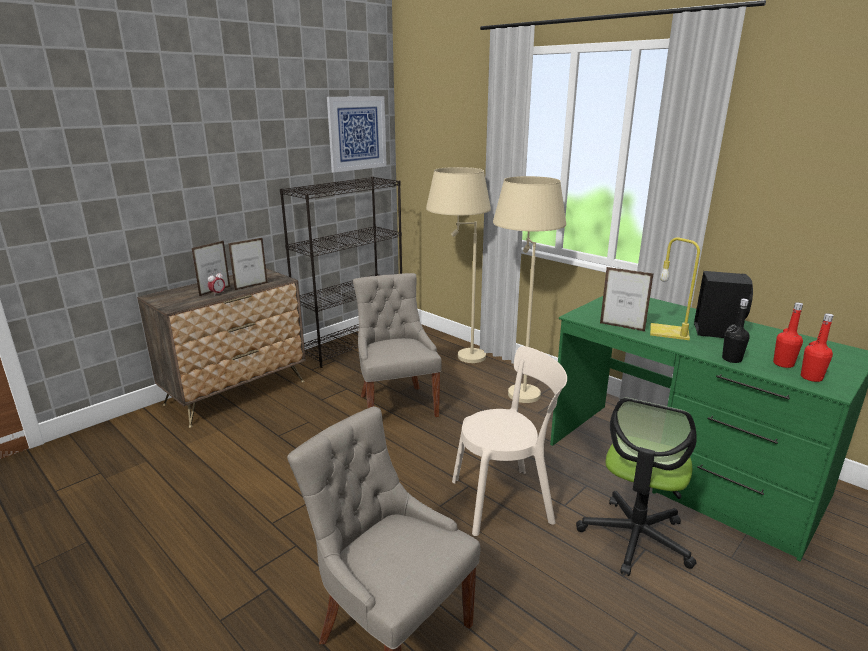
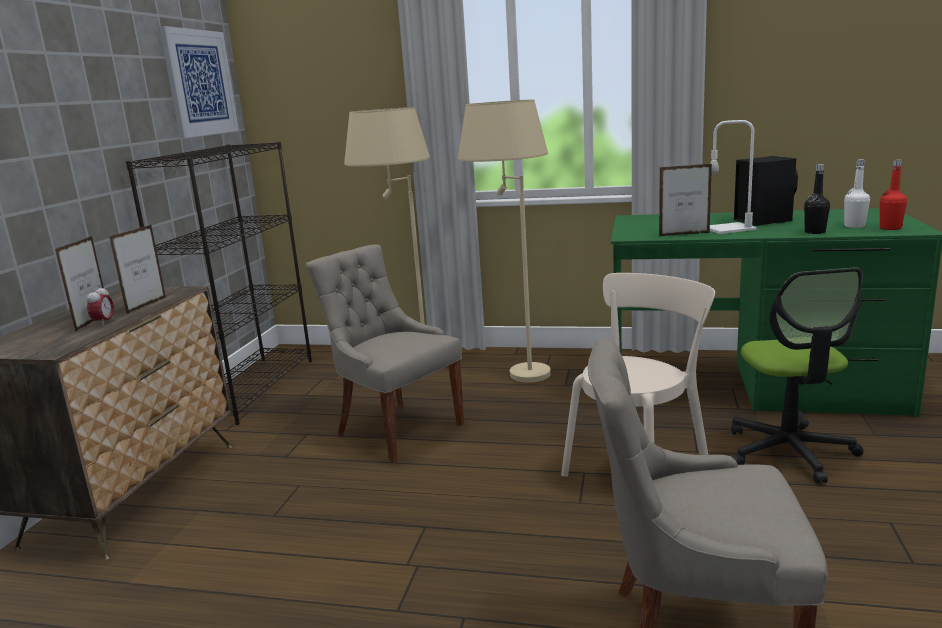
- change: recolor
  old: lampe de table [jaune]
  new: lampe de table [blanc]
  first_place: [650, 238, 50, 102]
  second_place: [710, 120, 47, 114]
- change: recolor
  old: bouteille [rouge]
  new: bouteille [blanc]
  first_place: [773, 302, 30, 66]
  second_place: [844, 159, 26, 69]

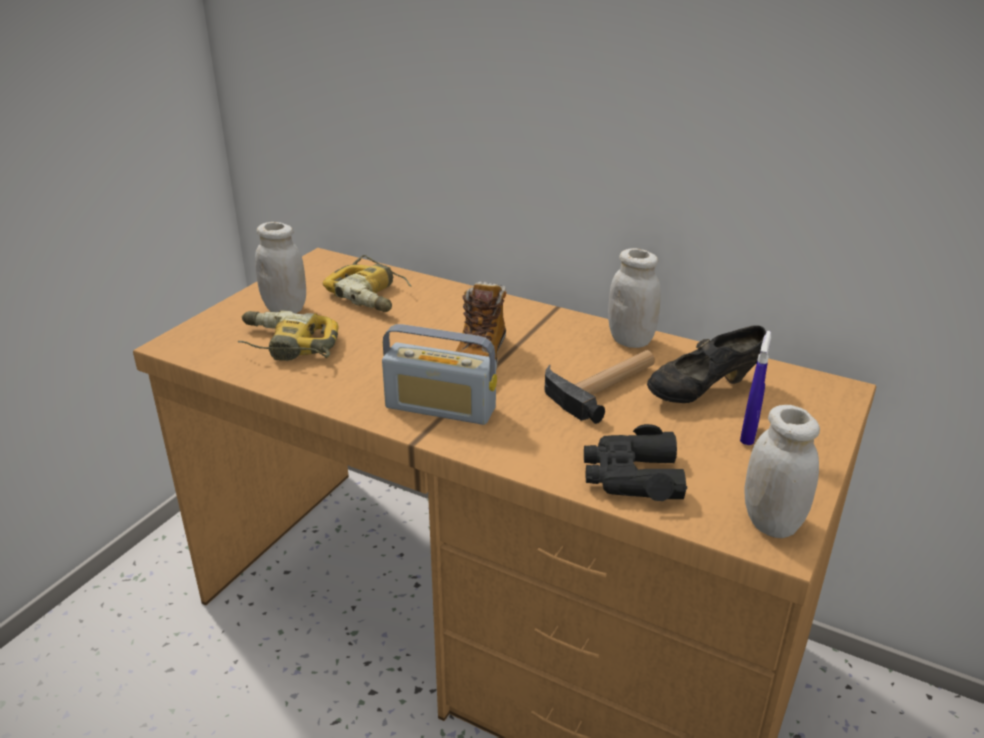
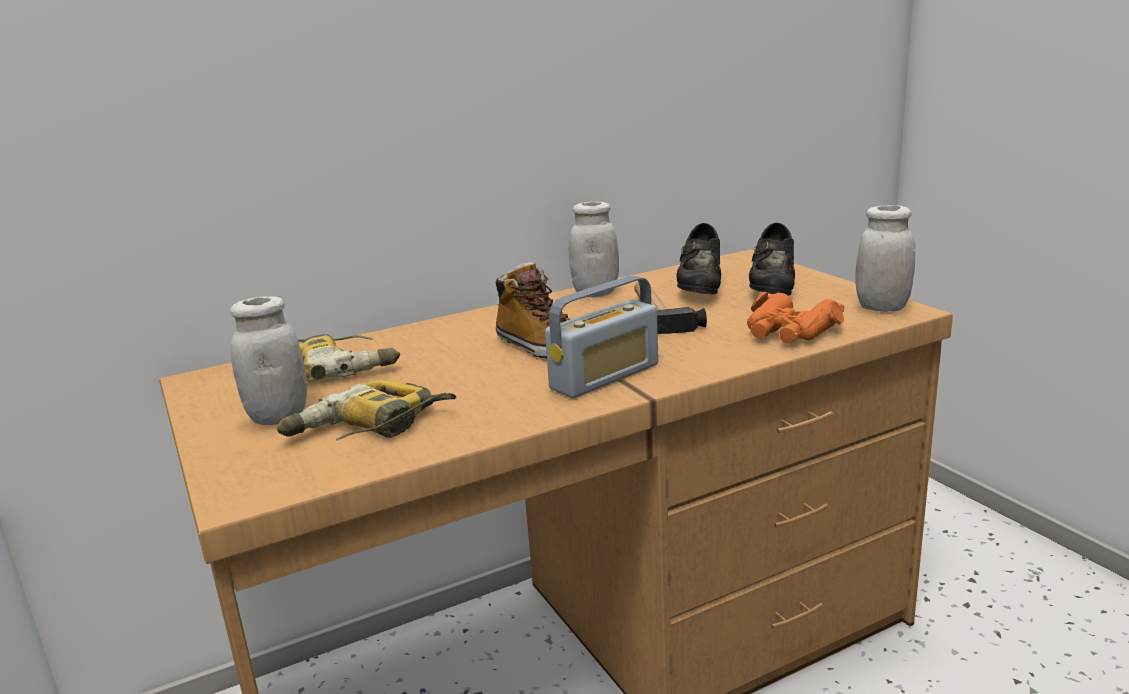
- change: replace
  old: vaporisateur [bleu]
  new: chaussure [noir]
  first_place: [740, 331, 31, 114]
  second_place: [749, 223, 46, 72]
- change: recolor
  old: jumelles [noir]
  new: jumelles [orange]
  first_place: [584, 424, 103, 77]
  second_place: [747, 292, 98, 51]

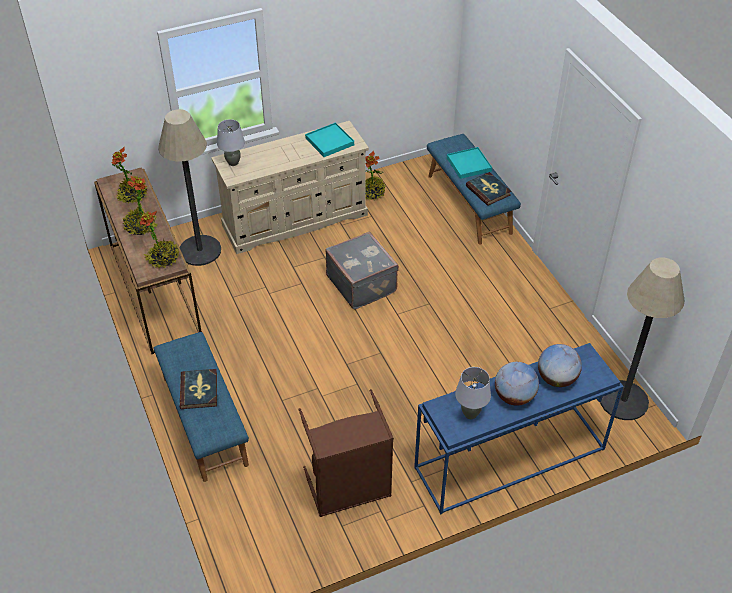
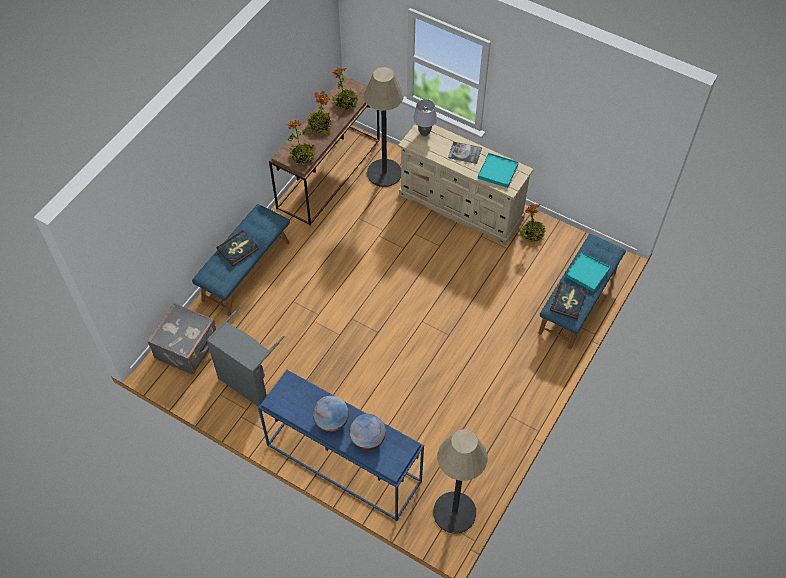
- change: delete
  old: lampe de table [gris]
  first_place: [455, 367, 36, 52]
- change: insert
  new: livre
  second_place: [448, 141, 34, 23]
- change: move
  old: valise [gris]
  first_place: [325, 232, 74, 78]
  second_place: [147, 303, 69, 71]
- change: recolor
  old: panier à linge [marron]
  new: panier à linge [gris]
  first_place: [298, 389, 96, 128]
  second_place: [206, 307, 79, 100]

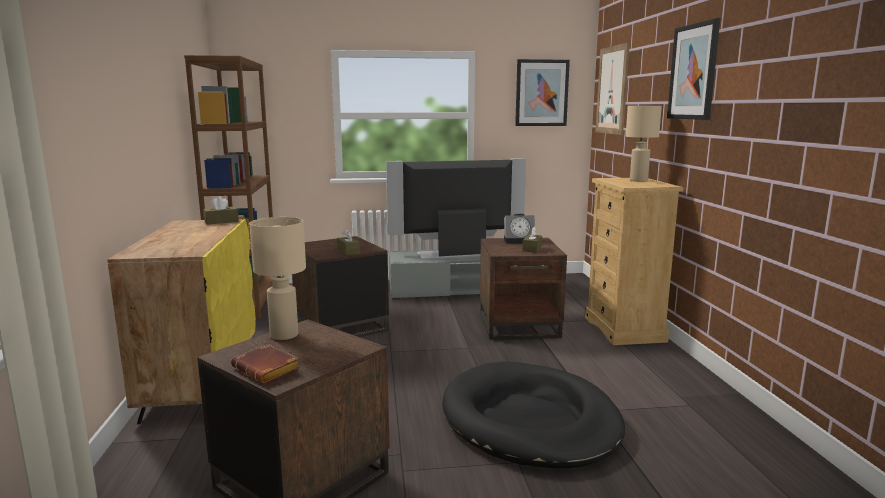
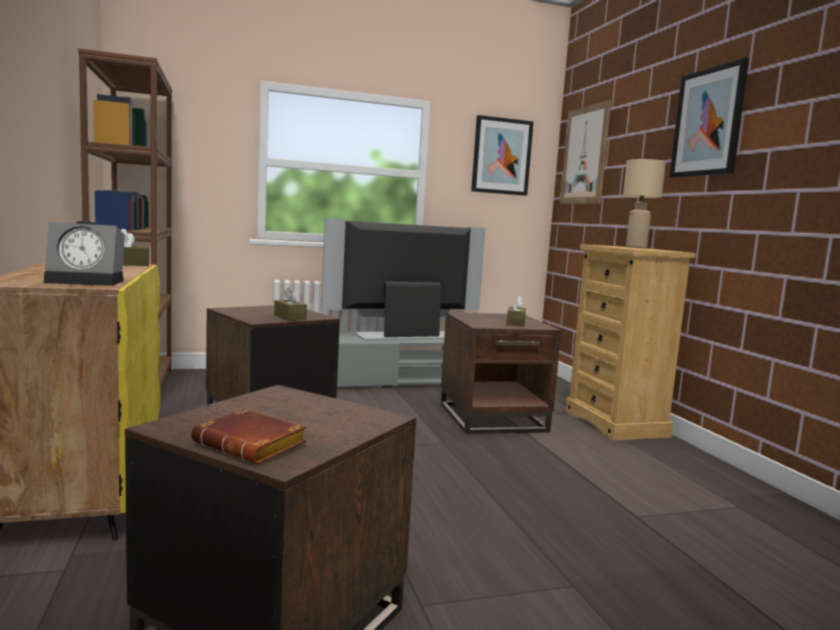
- change: delete
  old: lampe de table [beige]
  first_place: [249, 217, 57, 123]
- change: delete
  old: panier pour chien [noir]
  first_place: [442, 361, 183, 107]
- change: move
  old: réveil
  first_place: [504, 214, 31, 30]
  second_place: [44, 221, 81, 65]

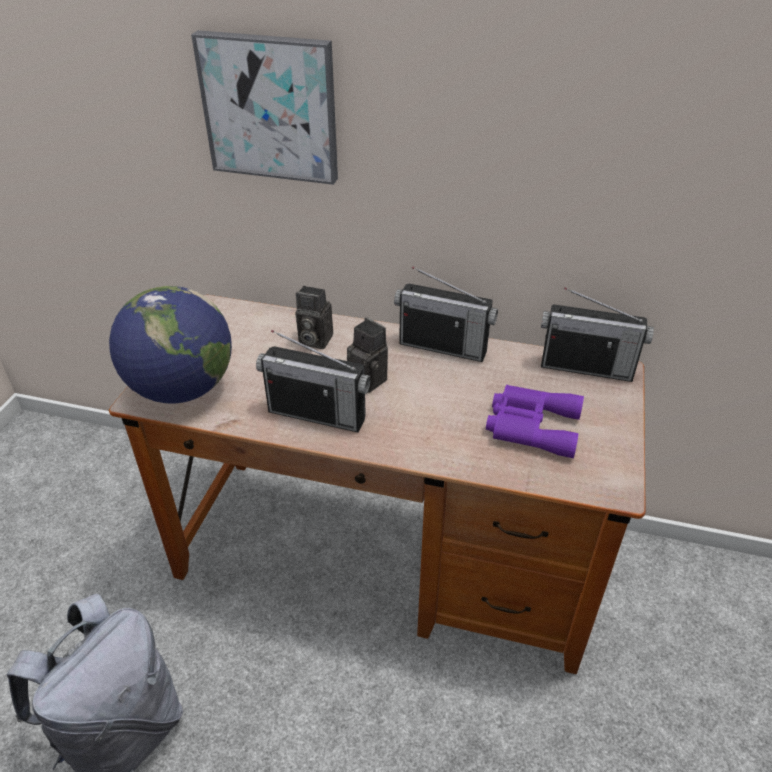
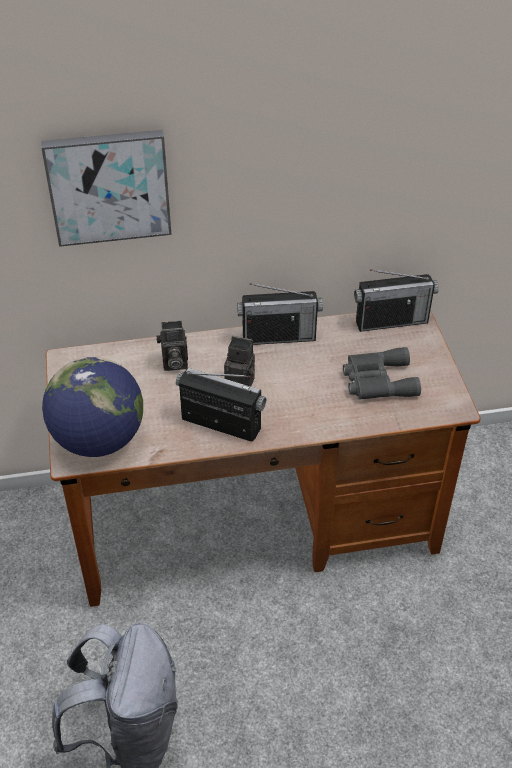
- change: recolor
  old: jumelles [violet]
  new: jumelles [gris]
  first_place: [486, 385, 98, 73]
  second_place: [343, 347, 78, 53]
- change: rotate
  old: radio
  first_place: [256, 330, 115, 103]
  second_place: [176, 367, 90, 75]
  degrees: -150

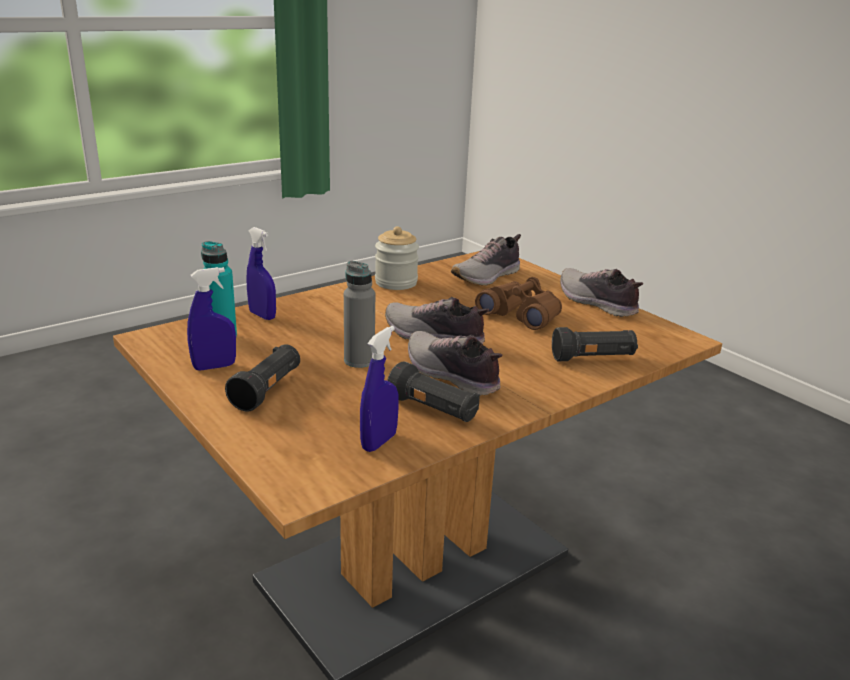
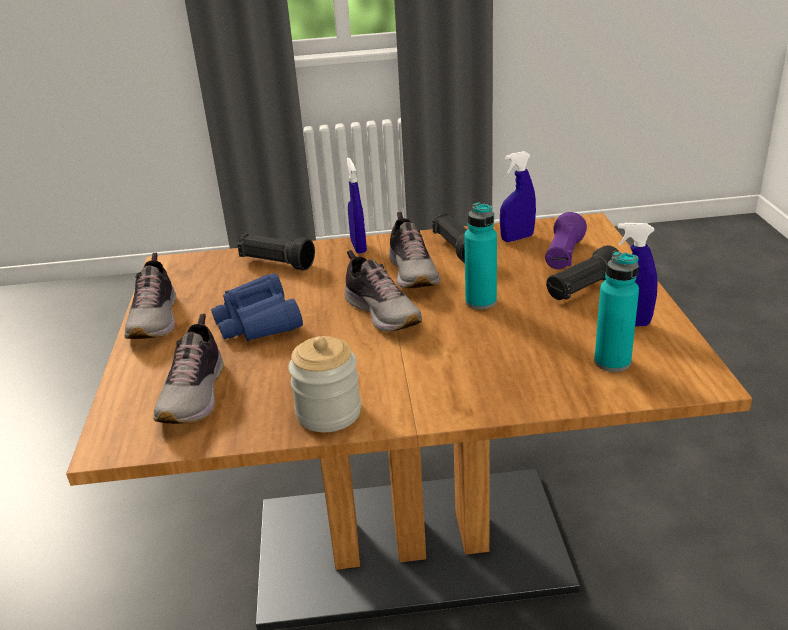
- change: insert
  new: lampe de poche [violet]
  second_place: [545, 212, 42, 57]
- change: move
  old: vaporisateur [bleu]
  first_place: [246, 227, 30, 93]
  second_place: [347, 158, 20, 96]
- change: recolor
  old: bouteille [gris]
  new: bouteille [turquoise]
  first_place: [344, 261, 31, 107]
  second_place: [464, 202, 33, 108]
- change: recolor
  old: jumelles [marron]
  new: jumelles [bleu]
  first_place: [475, 277, 87, 53]
  second_place: [211, 273, 92, 68]
- change: rotate
  old: chaussure
  first_place: [451, 234, 70, 52]
  second_place: [153, 314, 71, 110]
  degrees: 105

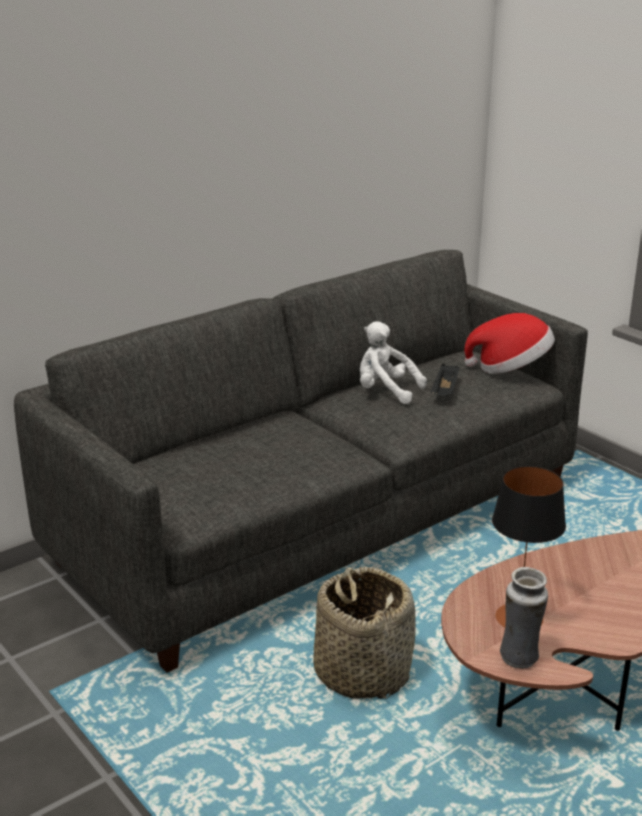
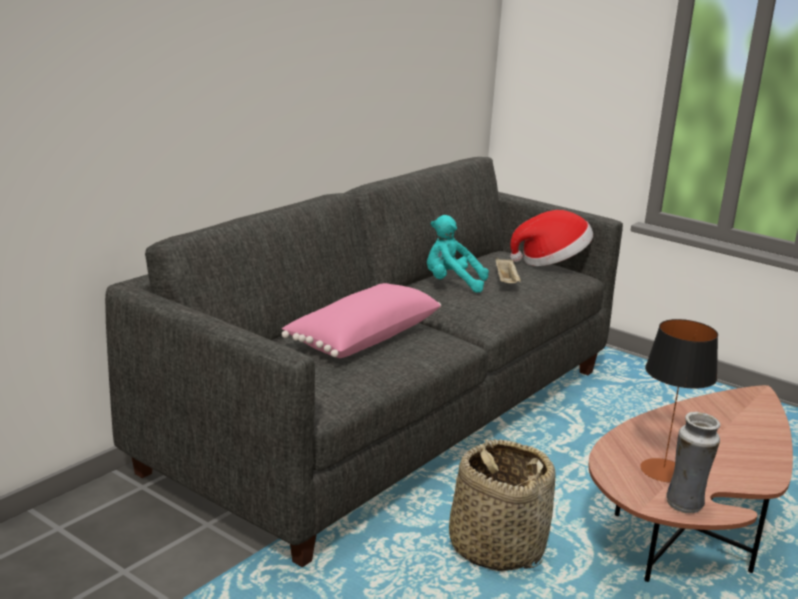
- change: insert
  new: coussin [rose]
  second_place: [282, 283, 159, 75]
- change: recolor
  old: peluche [blanc]
  new: peluche [turquoise]
  first_place: [360, 321, 67, 83]
  second_place: [427, 215, 62, 78]
- change: recolor
  old: plateau [noir]
  new: plateau [beige]
  first_place: [430, 364, 30, 32]
  second_place: [496, 257, 25, 26]

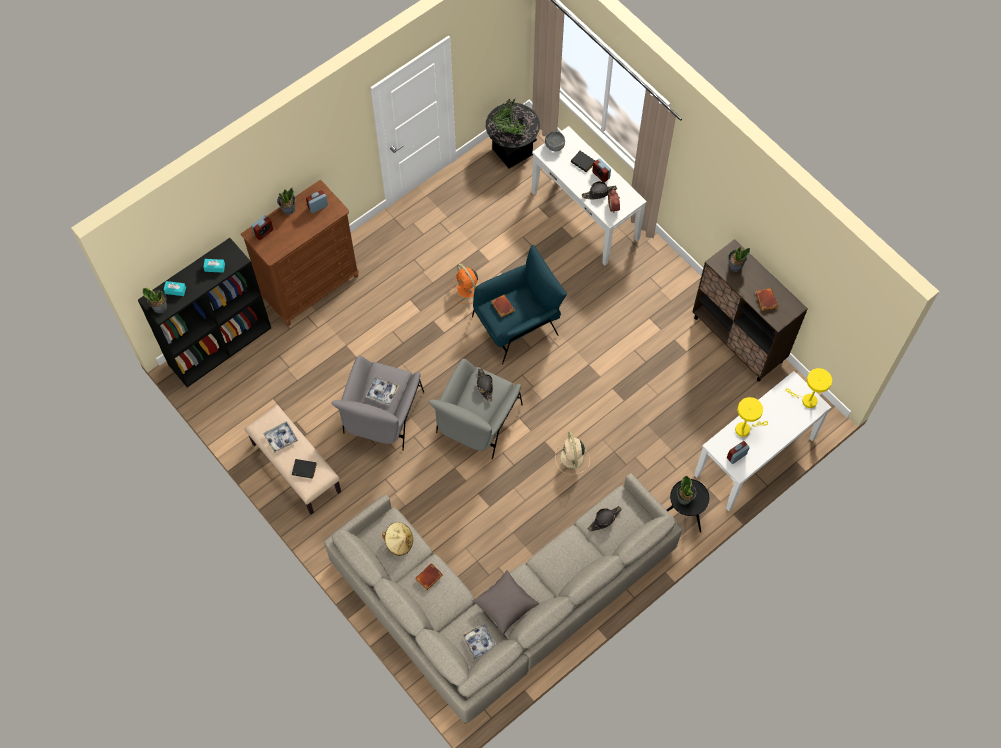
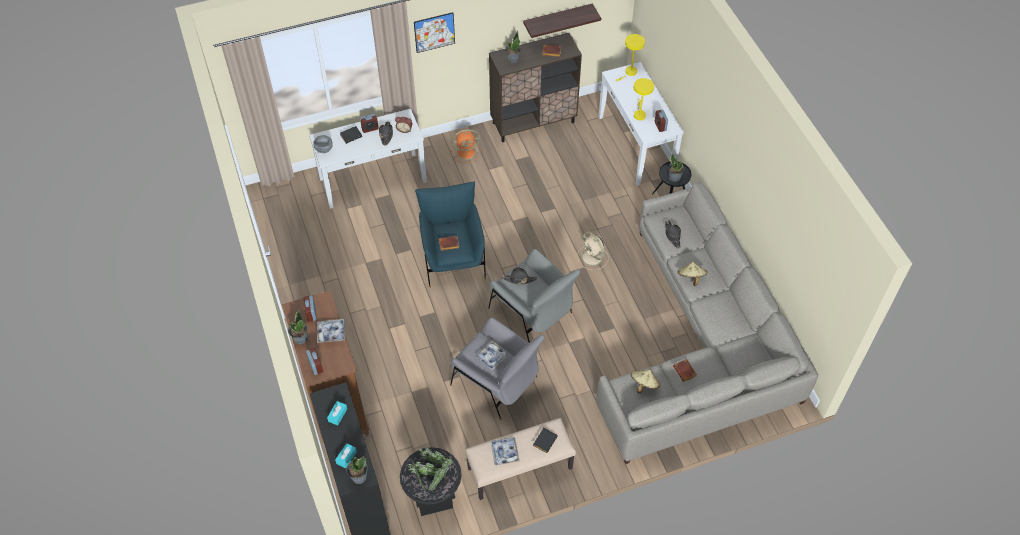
- change: delete
  old: coussin [gris]
  first_place: [472, 570, 67, 64]
- change: insert
  new: tableau
  second_place: [414, 12, 41, 41]
- change: insert
  new: étagère
  second_place: [523, 4, 78, 34]
- change: insert
  new: chapeau [beige]
  second_place: [678, 262, 29, 24]
- change: move
  old: ventilateur [orange]
  first_place: [451, 263, 29, 41]
  second_place: [451, 129, 30, 34]
- change: move
  old: plateau
  first_place: [462, 624, 34, 35]
  second_place: [317, 319, 28, 24]
- change: move
  old: cache-pot [noir]
  first_place: [486, 99, 54, 70]
  second_place: [400, 447, 62, 69]
- change: rotate
  old: ventilateur [beige]
  first_place: [555, 432, 35, 42]
  second_place: [577, 232, 32, 38]
  degrees: 45

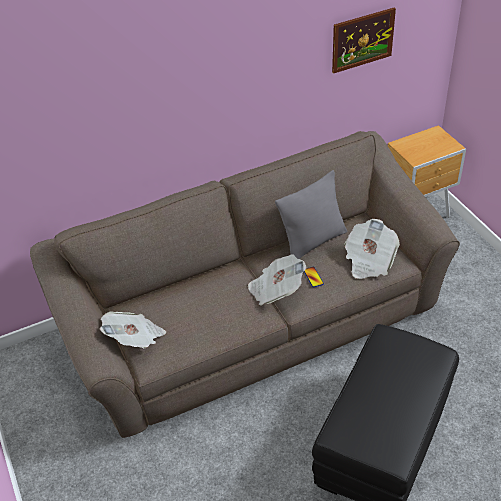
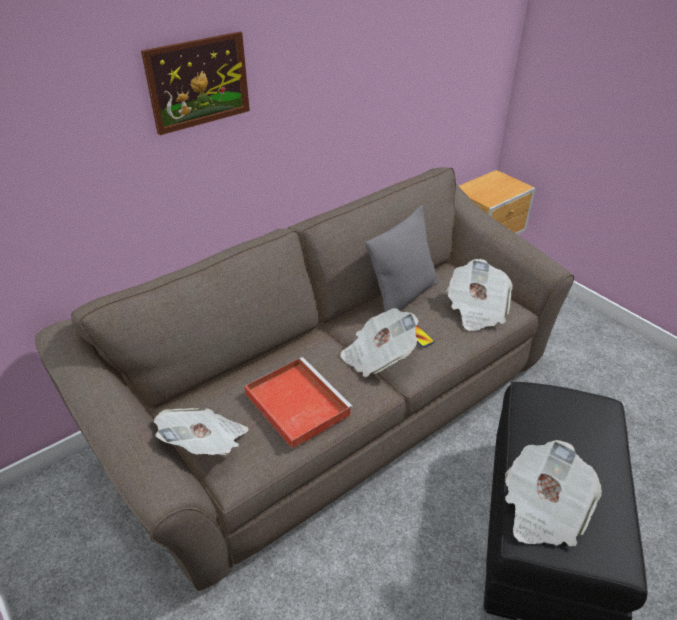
- change: insert
  new: plateau [rouge]
  second_place: [244, 357, 109, 92]
- change: insert
  new: journal
  second_place: [504, 440, 98, 107]
- change: move
  old: tableau
  first_place: [332, 8, 64, 65]
  second_place: [141, 32, 109, 103]

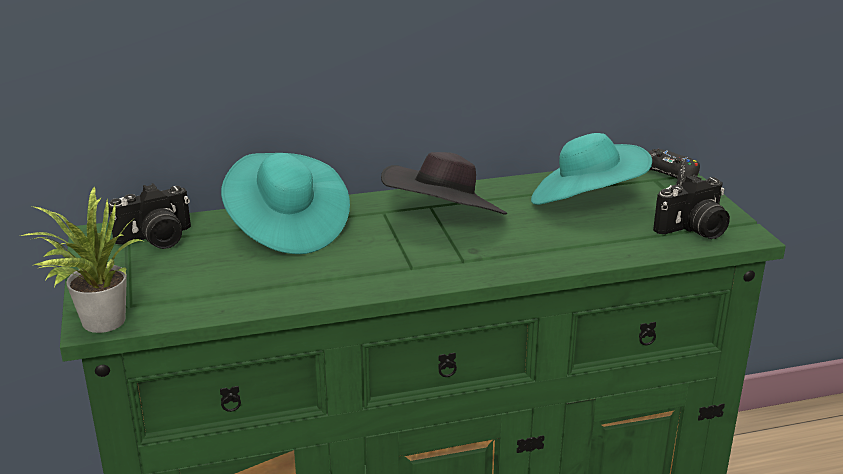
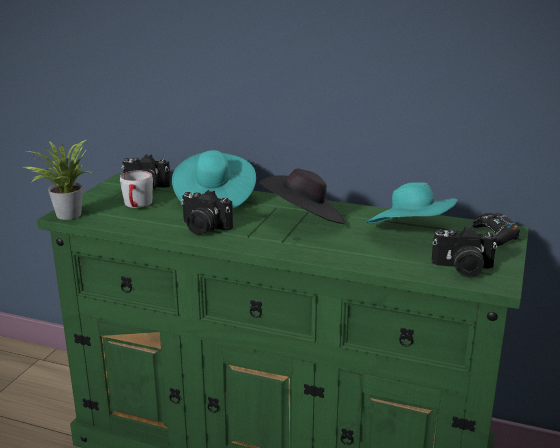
- change: insert
  new: mug [gris]
  second_place: [120, 171, 33, 37]
- change: insert
  new: appareil photo
  second_place: [181, 190, 52, 45]

